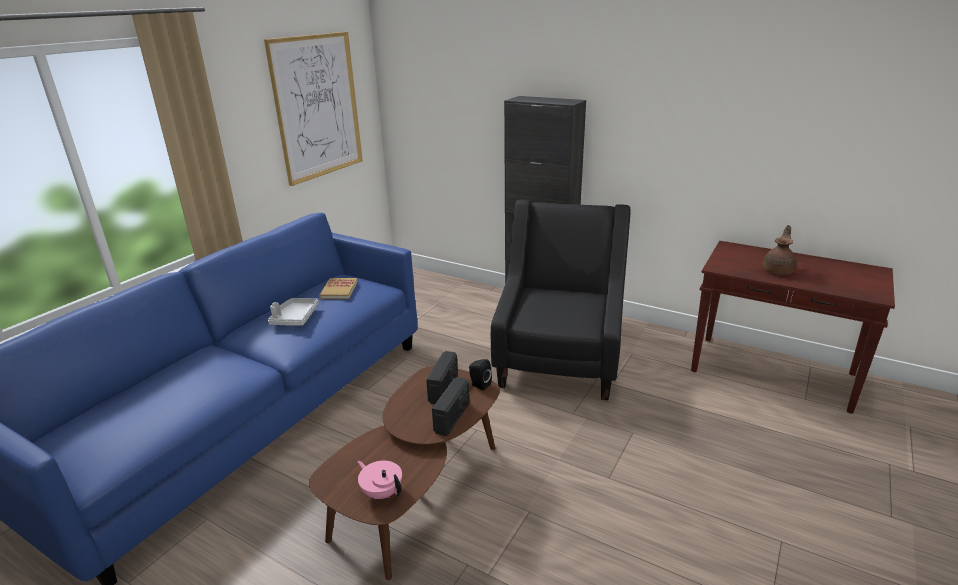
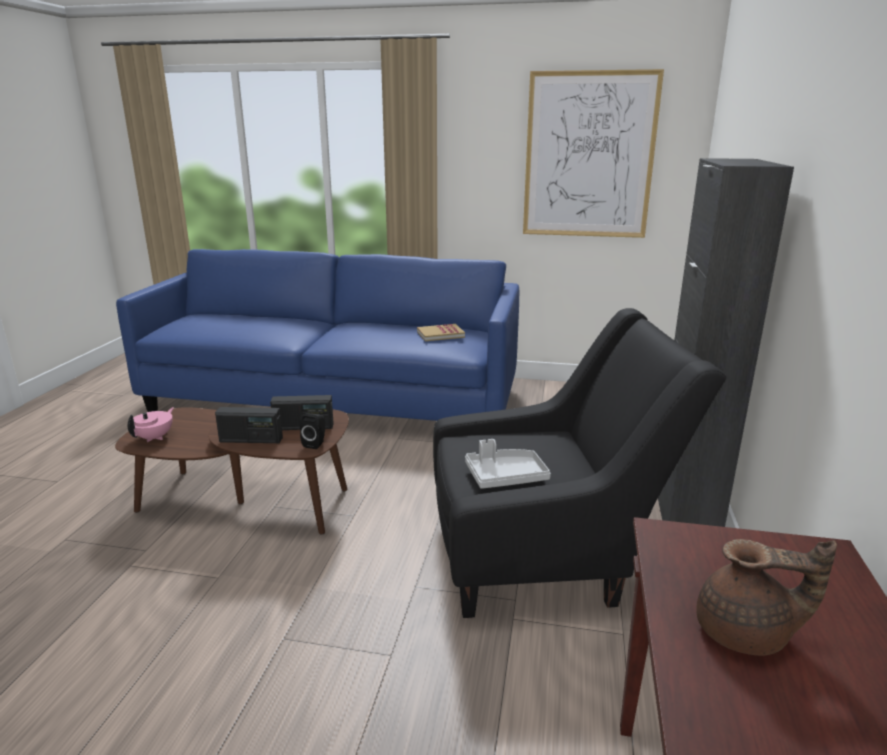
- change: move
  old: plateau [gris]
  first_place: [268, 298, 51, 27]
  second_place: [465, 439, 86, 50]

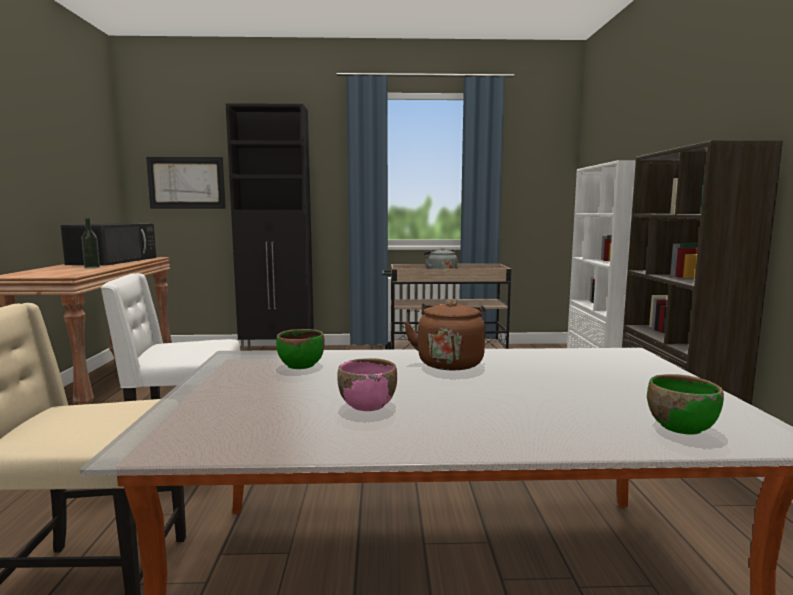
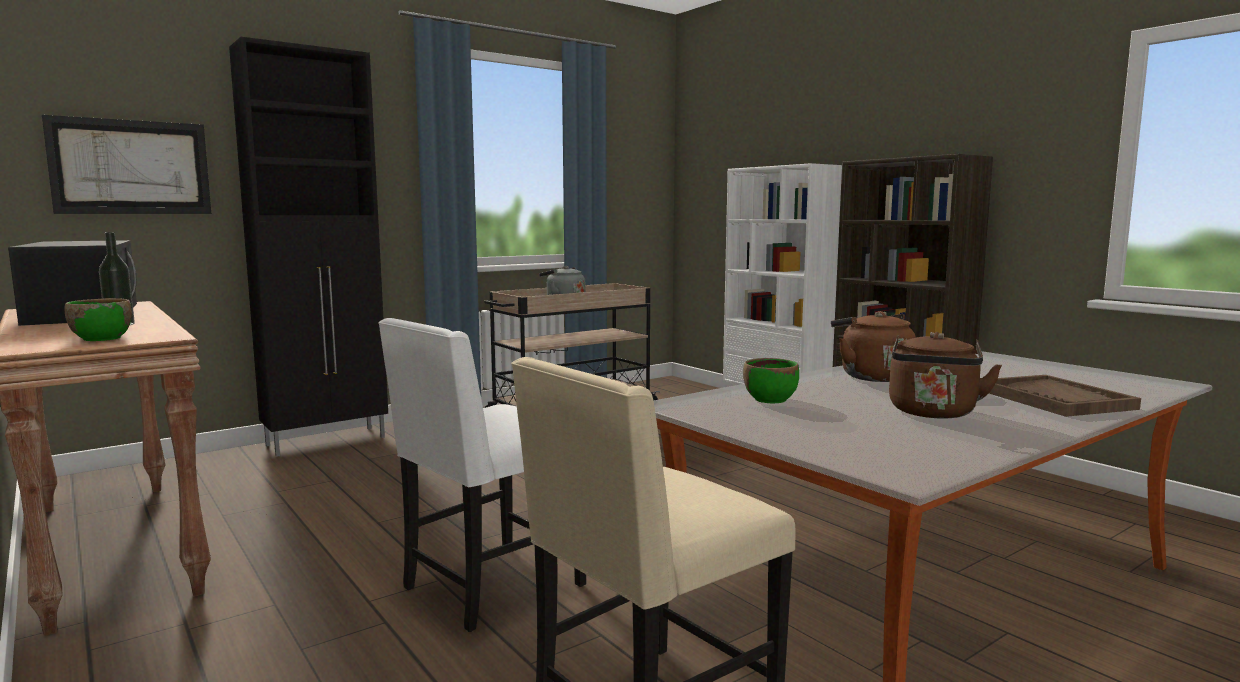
- change: insert
  new: plateau [marron]
  second_place: [989, 375, 152, 42]
- change: move
  old: bol [vert]
  first_place: [647, 374, 77, 61]
  second_place: [65, 298, 67, 43]
- change: replace
  old: bol [rose]
  new: bouilloire [marron]
  first_place: [337, 358, 60, 53]
  second_place: [889, 332, 113, 86]

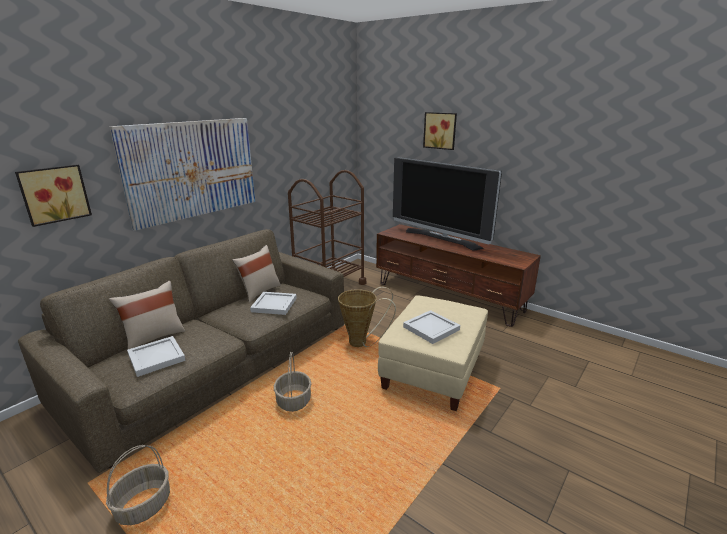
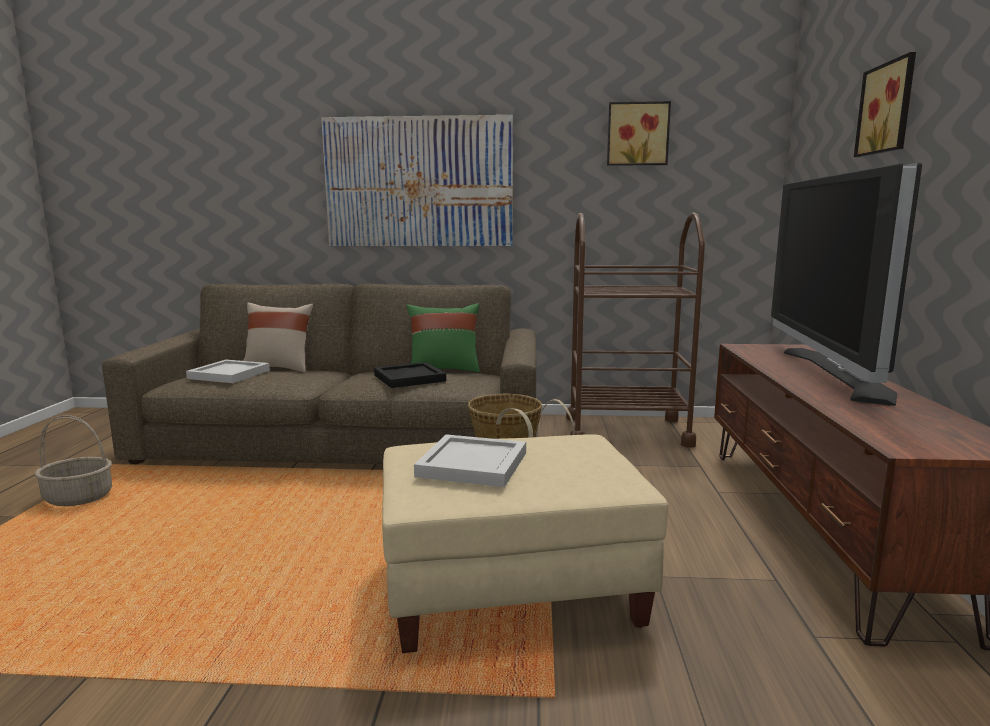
- change: delete
  old: panier
  first_place: [274, 352, 37, 60]
- change: move
  old: tableau
  first_place: [15, 164, 77, 63]
  second_place: [607, 101, 64, 65]
- change: recolor
  old: coussin [beige]
  new: coussin [vert]
  first_place: [232, 245, 49, 58]
  second_place: [406, 303, 74, 70]
- change: recolor
  old: plateau [blanc]
  new: plateau [noir]
  first_place: [250, 292, 47, 23]
  second_place: [374, 362, 72, 26]

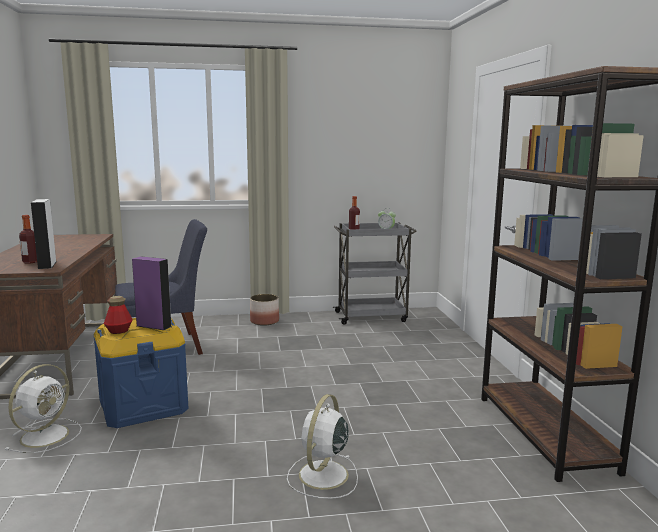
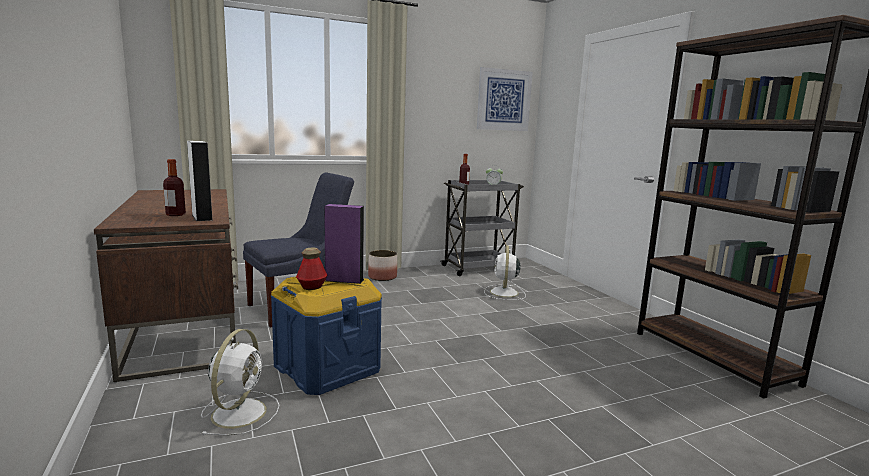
- change: insert
  new: tableau
  second_place: [477, 67, 56, 64]
- change: move
  old: ventilateur [blanc]
  first_place: [287, 394, 71, 105]
  second_place: [484, 245, 42, 55]

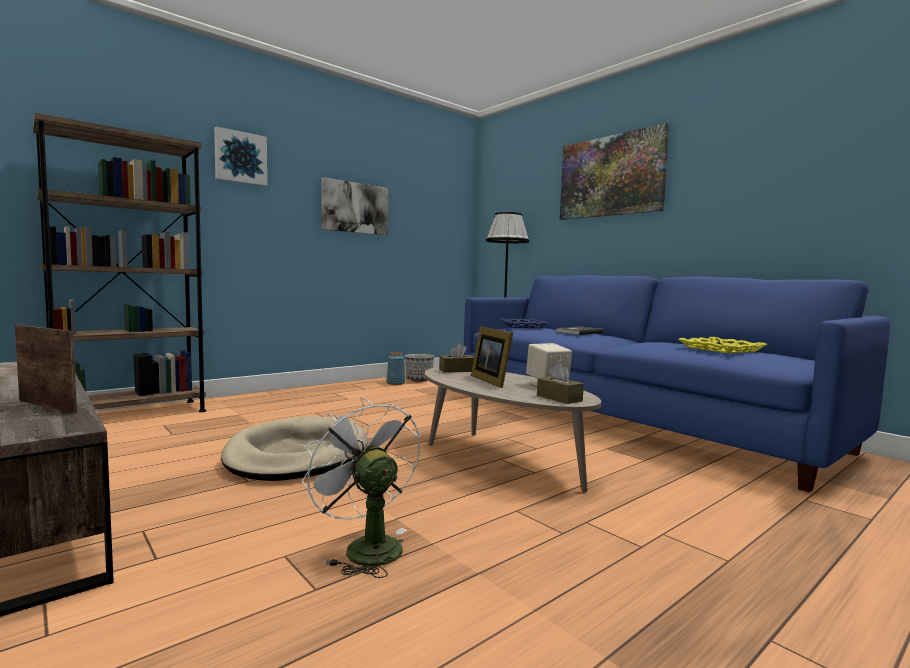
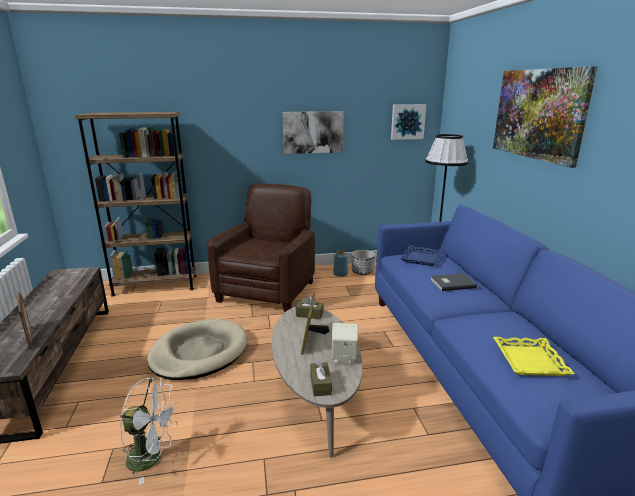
- change: insert
  new: fauteuil [marron]
  second_place: [207, 184, 108, 129]
- change: move
  old: tableau
  first_place: [214, 127, 53, 59]
  second_place: [391, 104, 35, 36]
- change: rotate
  old: ventilateur [blanc]
  first_place: [302, 398, 118, 180]
  second_place: [120, 378, 58, 107]
  degrees: 105

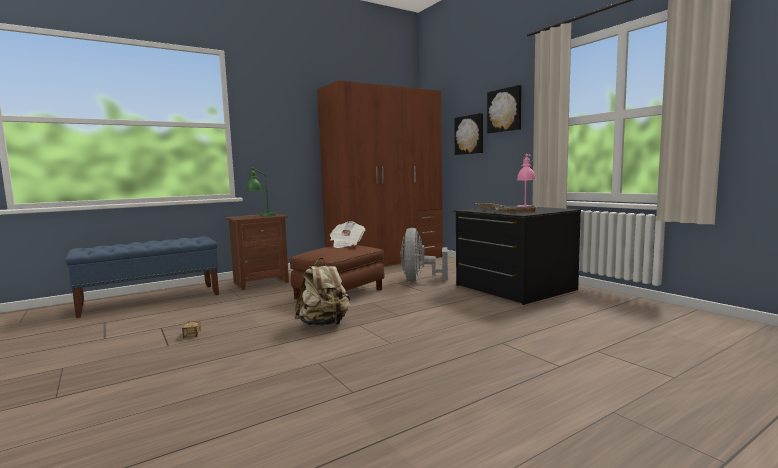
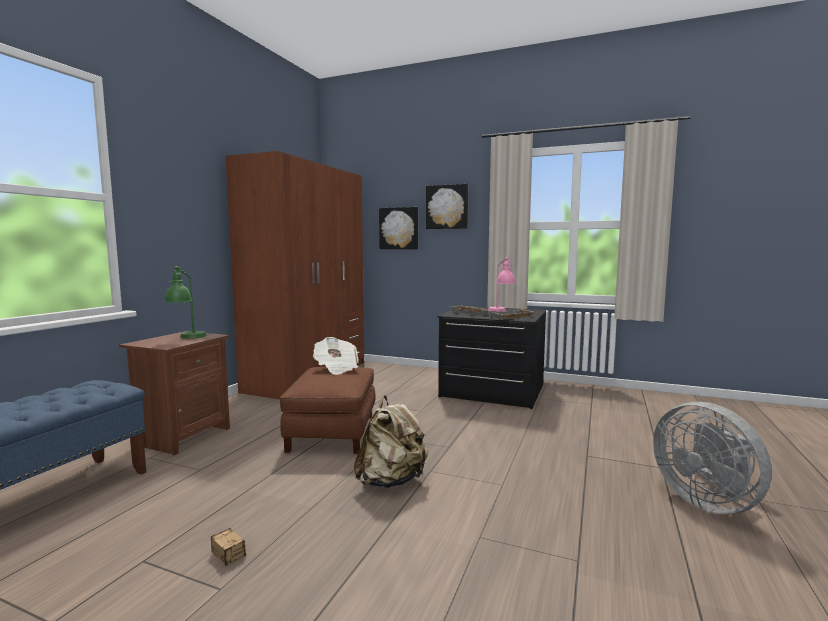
- change: move
  old: ventilateur [gris]
  first_place: [400, 228, 48, 54]
  second_place: [653, 402, 119, 112]

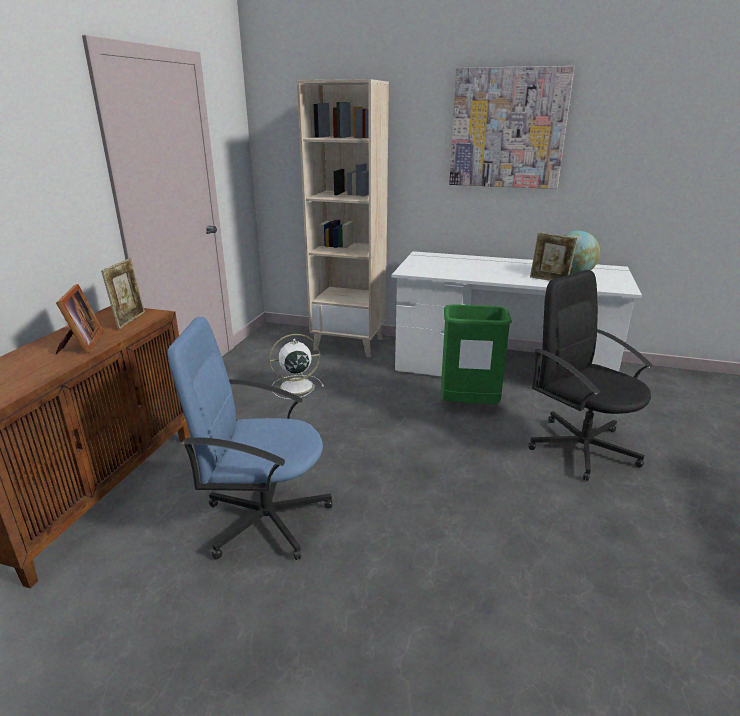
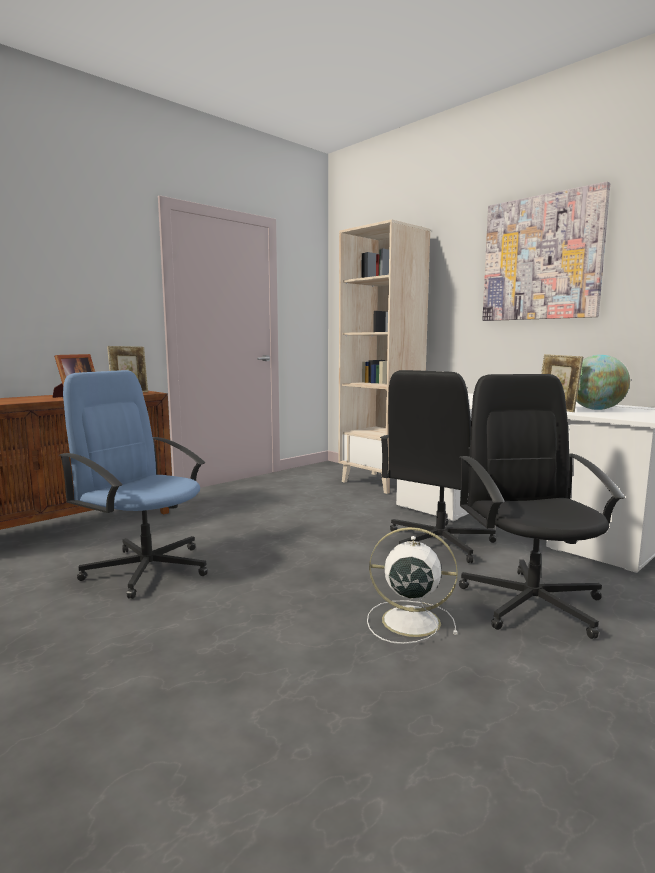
- change: move
  old: ventilateur [blanc]
  first_place: [269, 334, 55, 65]
  second_place: [367, 527, 91, 117]
- change: replace
  old: poubelle [vert]
  new: chaise de bureau [noir]
  first_place: [441, 305, 71, 99]
  second_place: [380, 370, 116, 193]

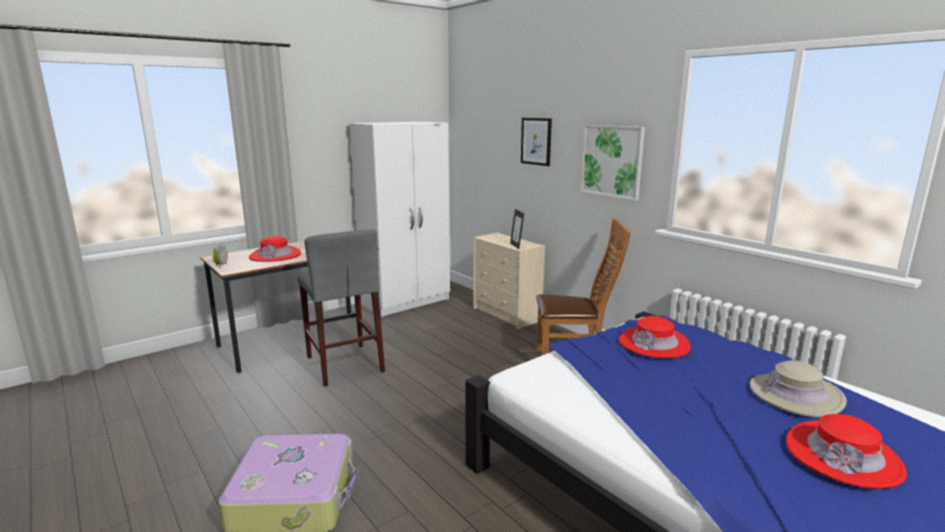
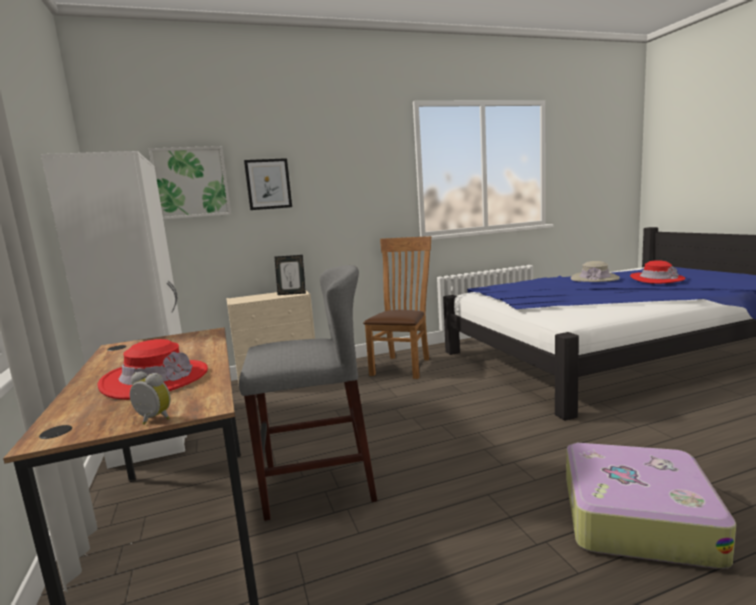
- change: delete
  old: chapeau [rouge]
  first_place: [619, 316, 72, 42]
- change: move
  old: tableau
  first_place: [580, 125, 65, 76]
  second_place: [148, 146, 83, 74]

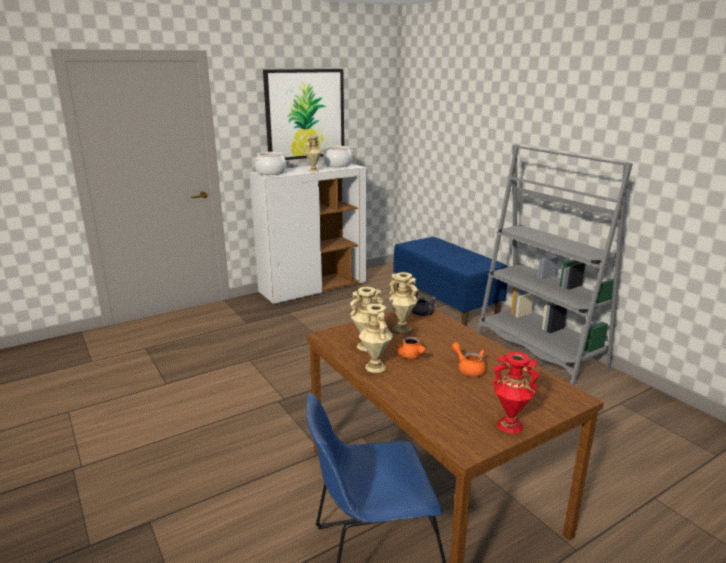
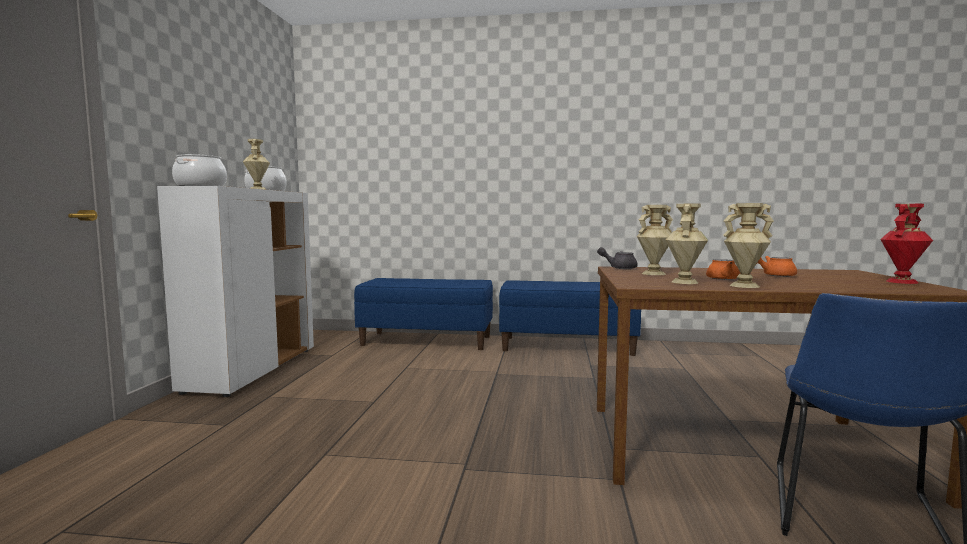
- change: delete
  old: tableau
  first_place: [263, 69, 81, 91]
- change: replace
  old: bibliothèque [gris]
  new: banc [bleu]
  first_place: [478, 144, 155, 241]
  second_place: [499, 280, 143, 76]

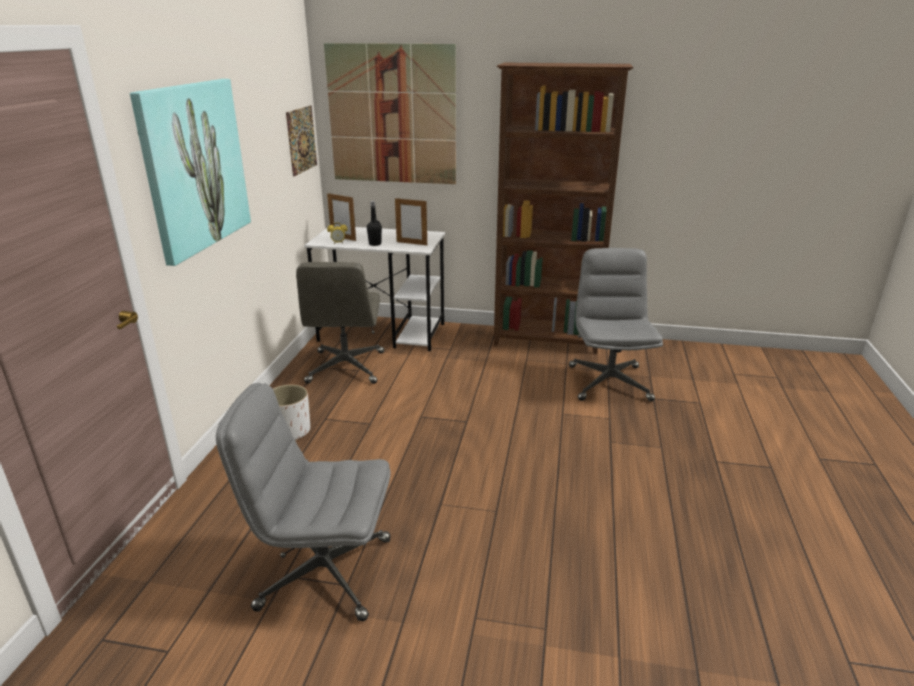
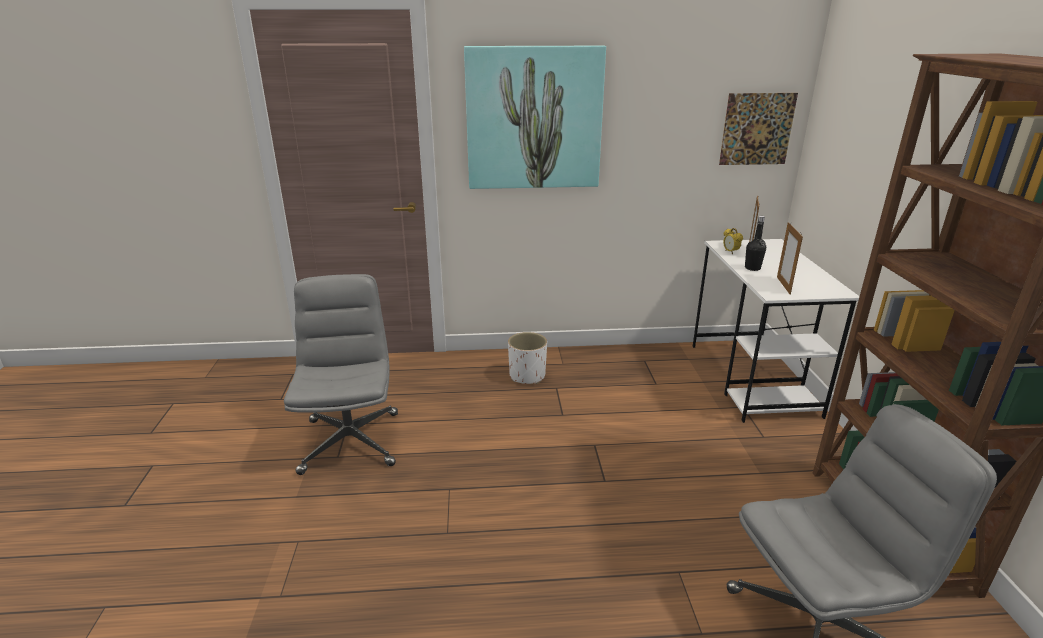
- change: delete
  old: chaise de bureau [gris]
  first_place: [296, 262, 88, 122]
- change: delete
  old: tableau
  first_place: [324, 43, 132, 141]

